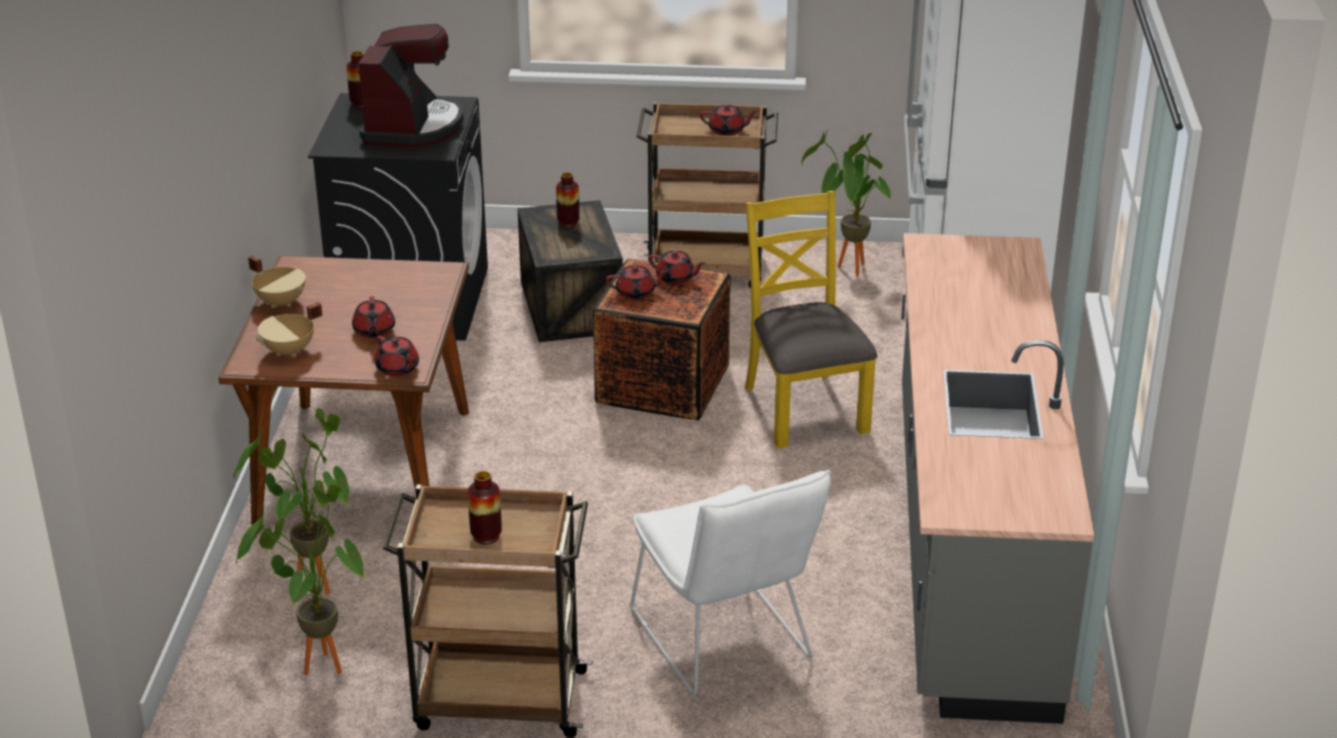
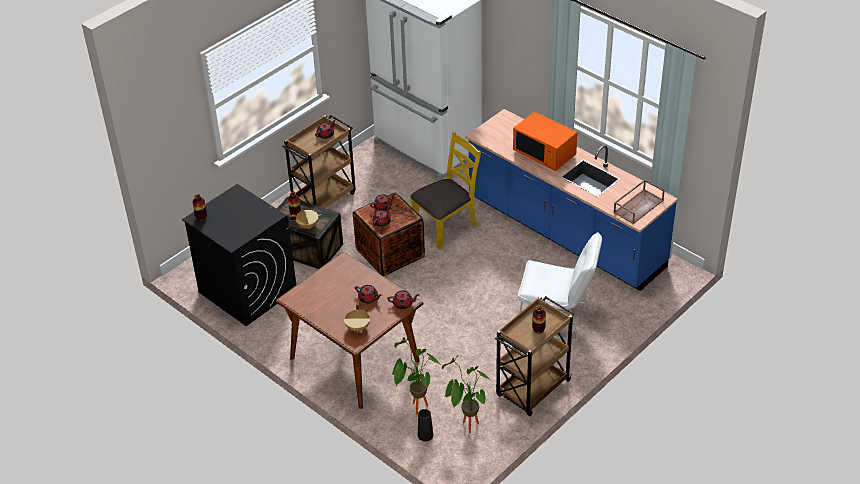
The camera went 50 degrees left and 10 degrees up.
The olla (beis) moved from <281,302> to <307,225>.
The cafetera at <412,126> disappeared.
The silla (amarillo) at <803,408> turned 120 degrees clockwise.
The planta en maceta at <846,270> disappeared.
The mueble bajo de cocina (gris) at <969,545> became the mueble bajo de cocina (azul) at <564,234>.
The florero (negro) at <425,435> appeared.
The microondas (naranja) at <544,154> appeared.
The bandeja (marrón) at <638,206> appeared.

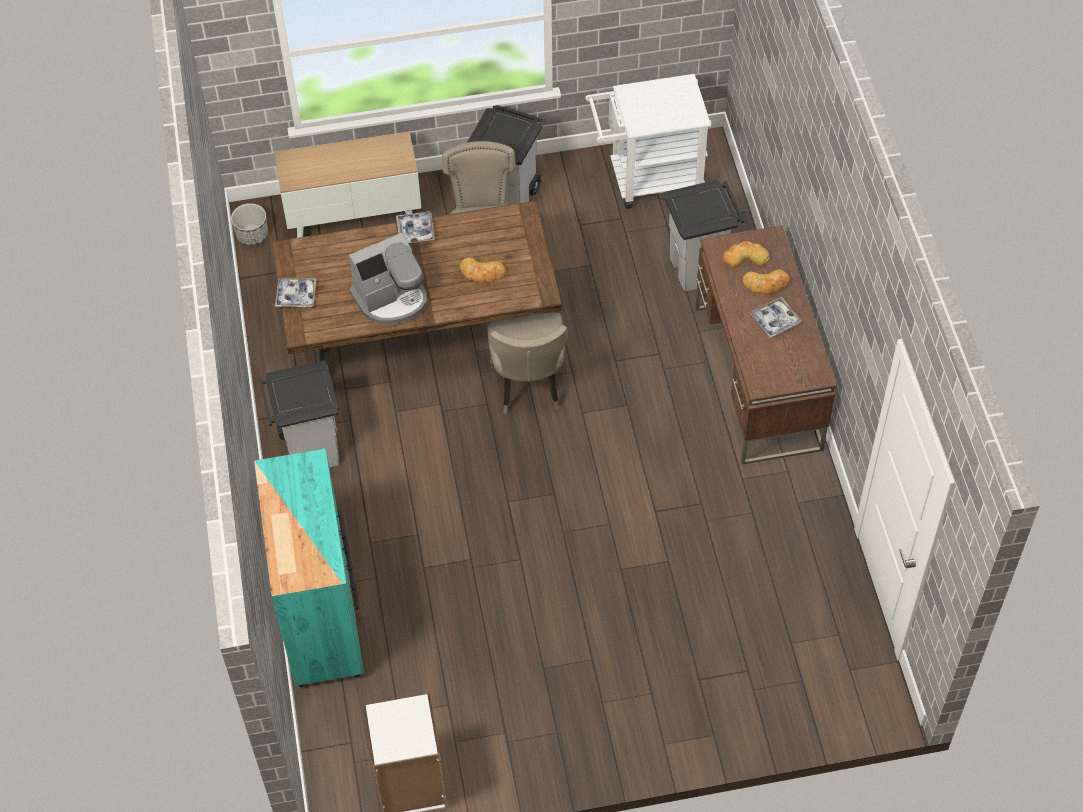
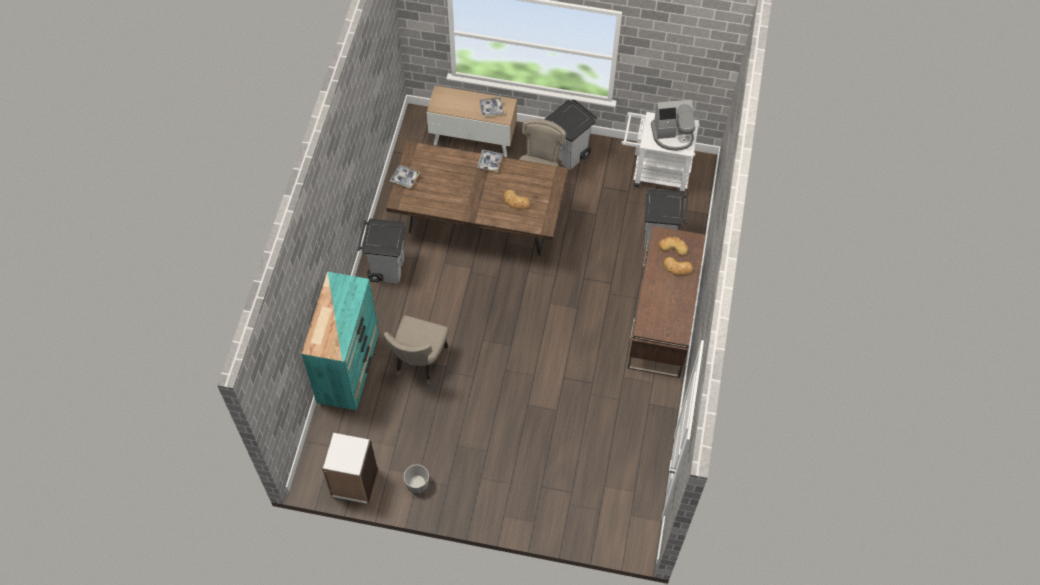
The camera went 20 degrees right and 5 degrees up.
The maceta moved from <252,235> to <417,484>.
The cafetera moved from <391,298> to <673,135>.
The silla (beis) moved from <528,387> to <419,363>.
The bandeja moved from <775,320> to <491,108>.

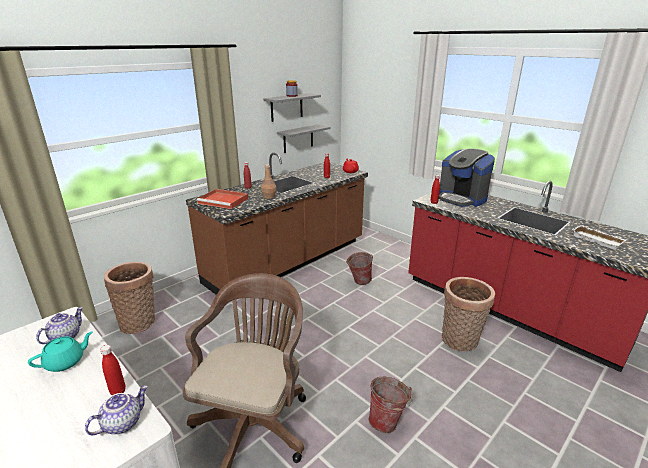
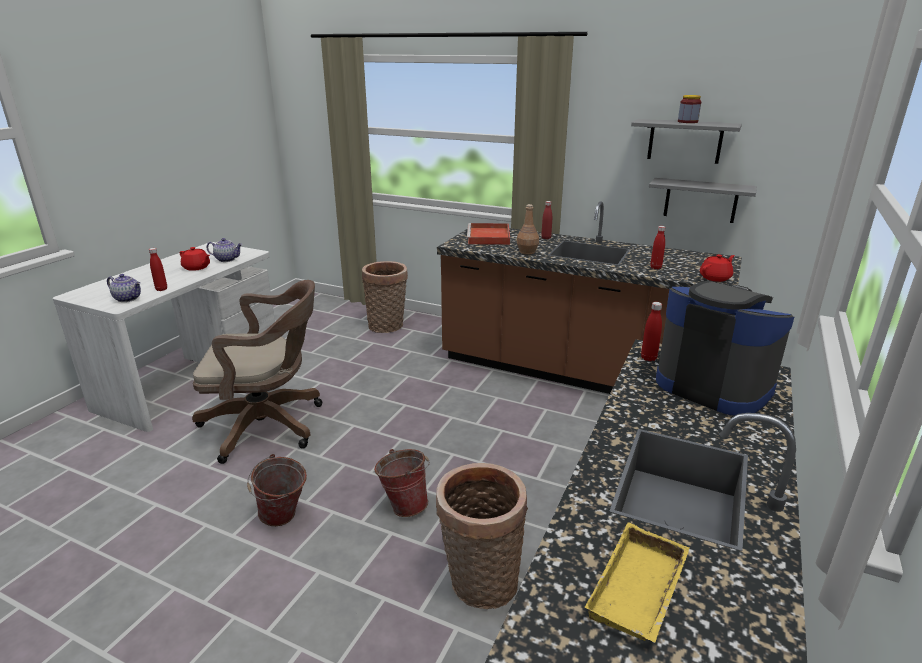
The camera went 70 degrees right and 0 degrees up.
The tetera (turquesa) at <66,362> became the tetera (rojo) at <197,268>.
The cubo moved from <358,282> to <404,504>.
The cafetera at <461,198> turned 105 degrees clockwise.
The bandeja (blanco) at <598,240> became the bandeja (amarillo) at <640,591>.

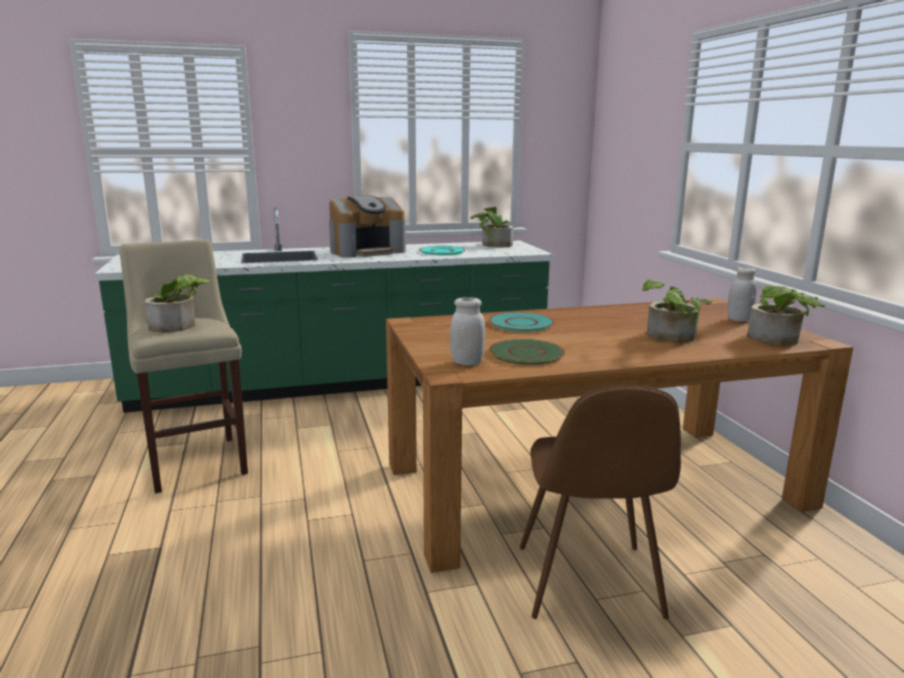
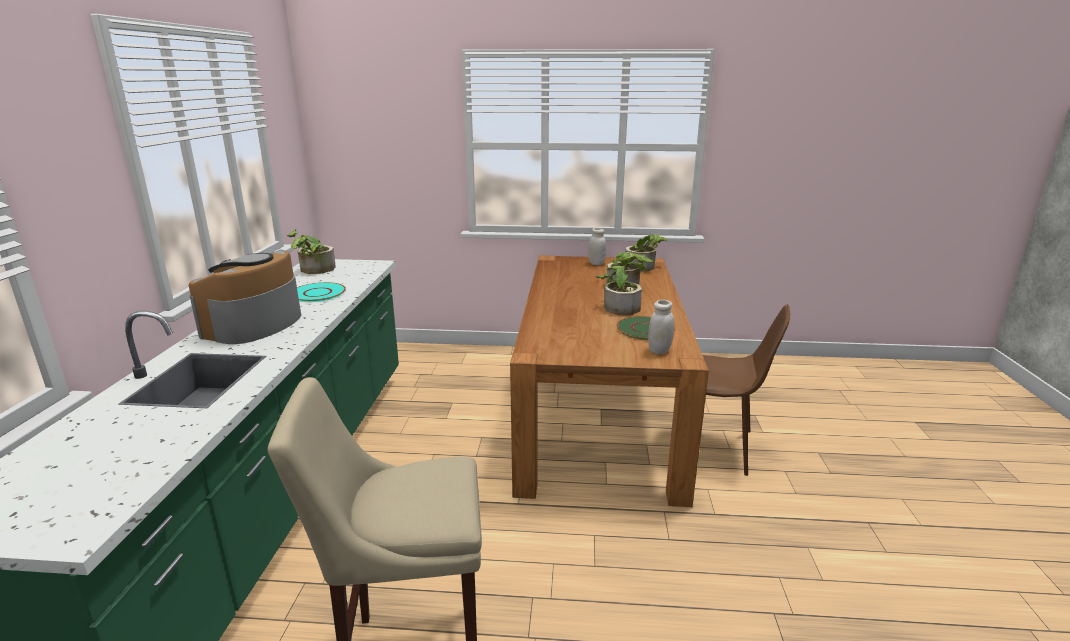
The camera went 70 degrees left and 5 degrees up.
The planta en maceta moved from <179,325> to <620,306>.
The cafetera at <367,251> turned 150 degrees counterclockwise.
The plato (turquesa) at <521,323> disappeared.

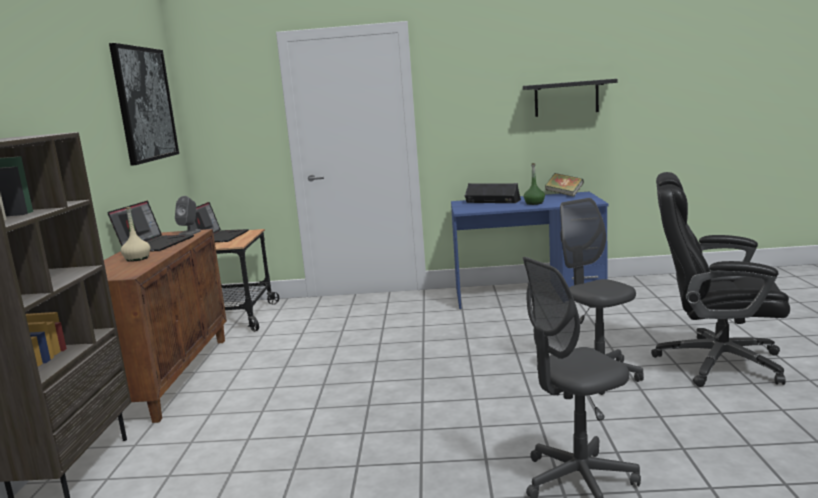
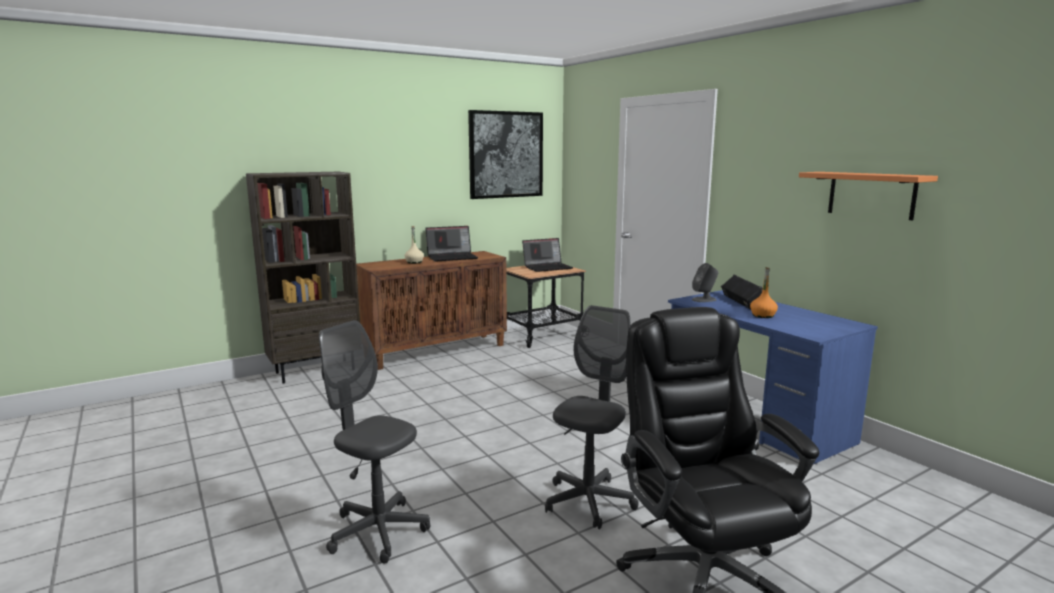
The camera went 55 degrees right and 0 degrees up.
The altavoz (gris) moved from <190,233> to <704,299>.
The estante (negro) at <566,98> became the estante (naranja) at <871,195>.
The botella (verde) at <534,203> became the botella (naranja) at <763,315>.
The libro at <564,194> disappeared.

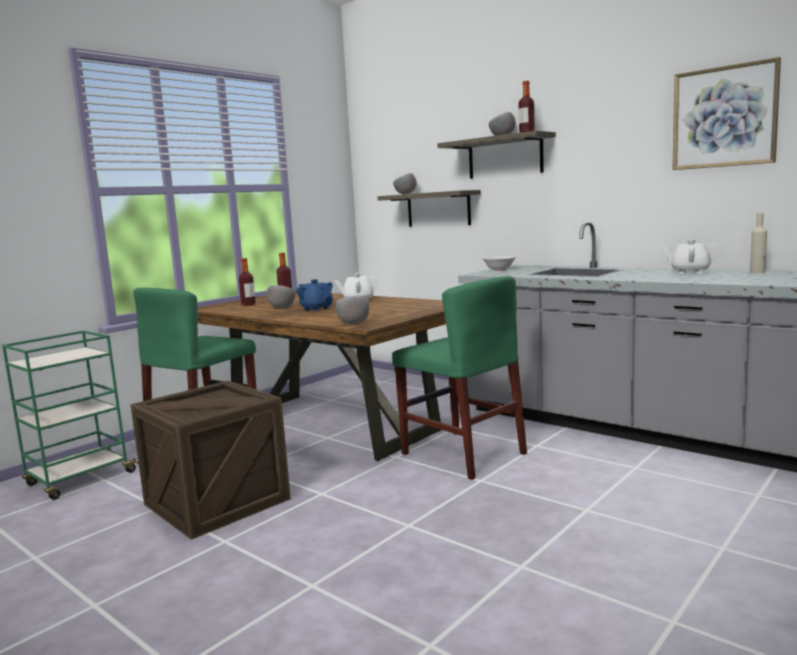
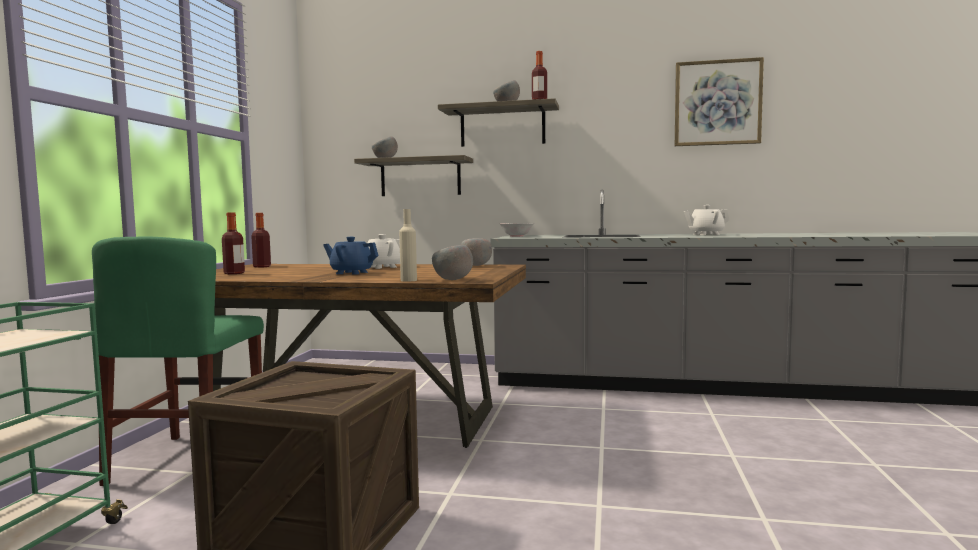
The camera went 30 degrees left and 5 degrees down.
The cuenco (gris) moved from <281,308> to <476,265>.
The silla (verde) at <463,454> disappeared.
The botella (beis) moved from <757,272> to <408,280>.

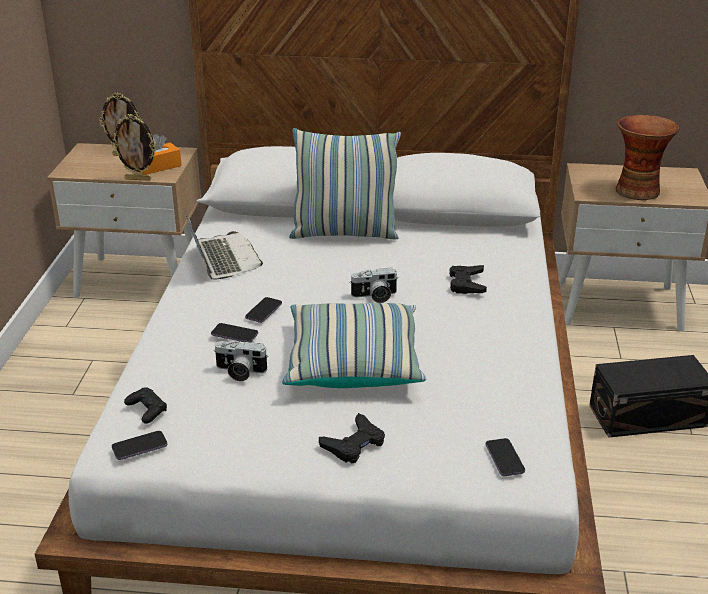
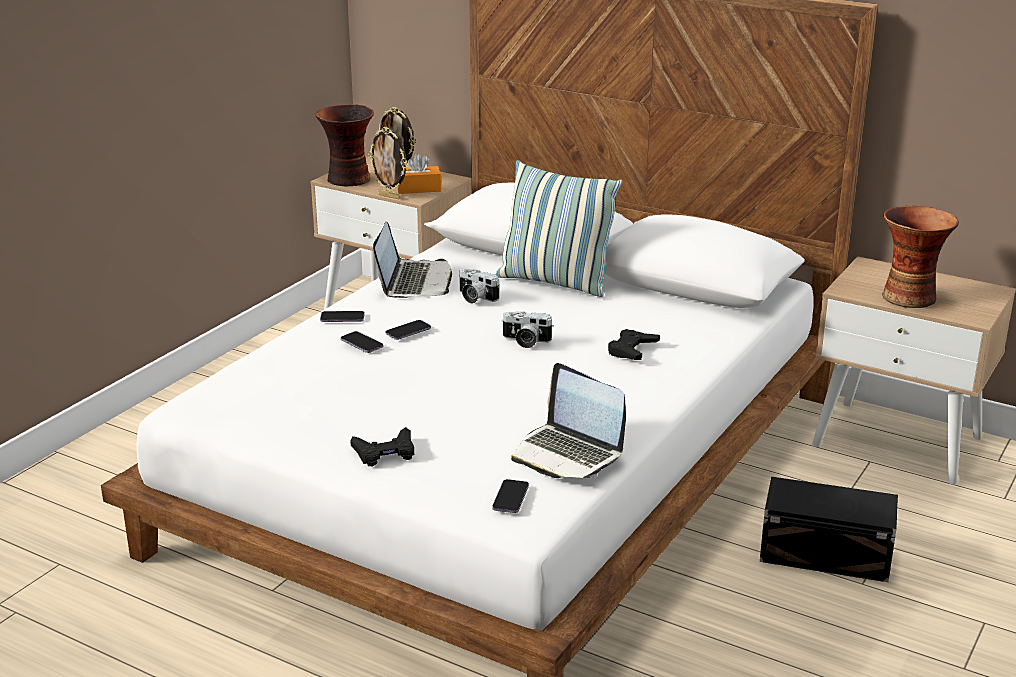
The camera went 25 degrees right and 5 degrees down.
The móvil moved from <139,447> to <342,318>.
The mando de consola (negro) at <147,409> disappeared.
The cámara moved from <239,372> to <475,297>.
The cojín at <353,363> disappeared.
The florero at <348,180> appeared.
The portátil at <567,454> appeared.

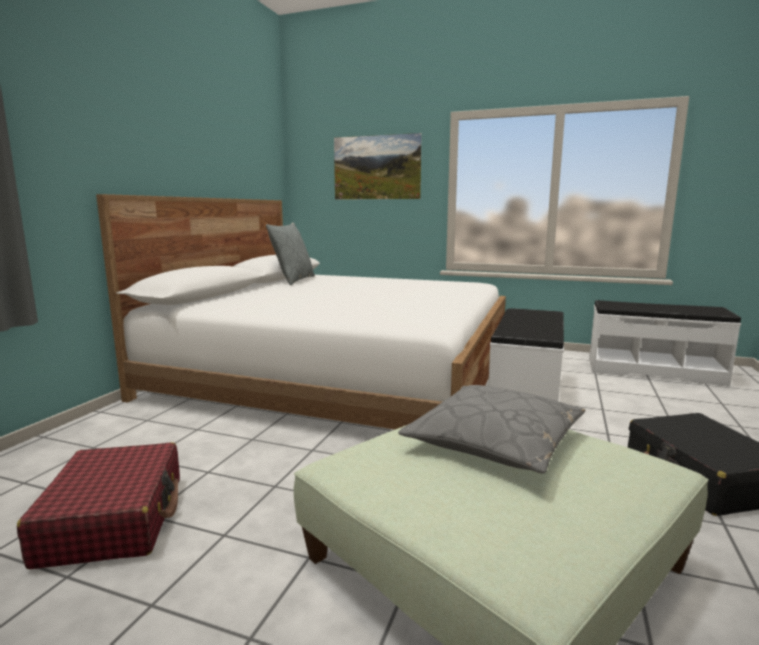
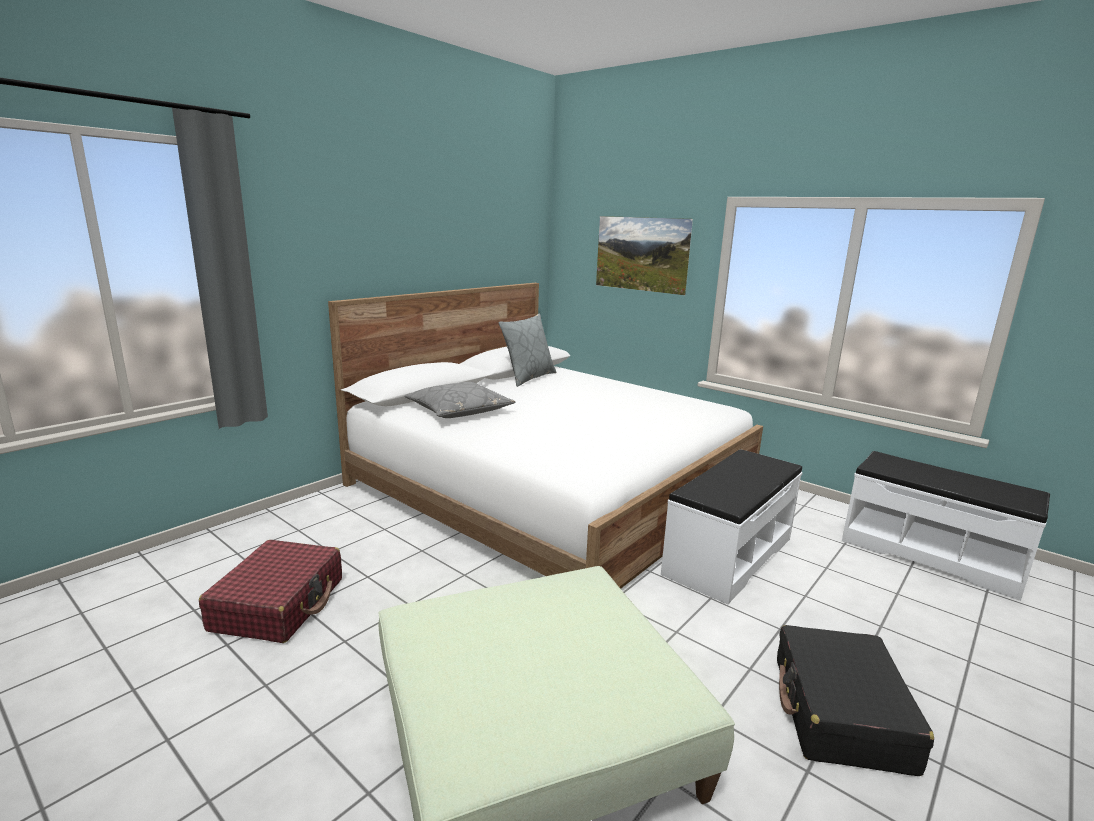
The camera went 20 degrees right and 5 degrees up.
The cojín (gris) moved from <494,442> to <459,411>.

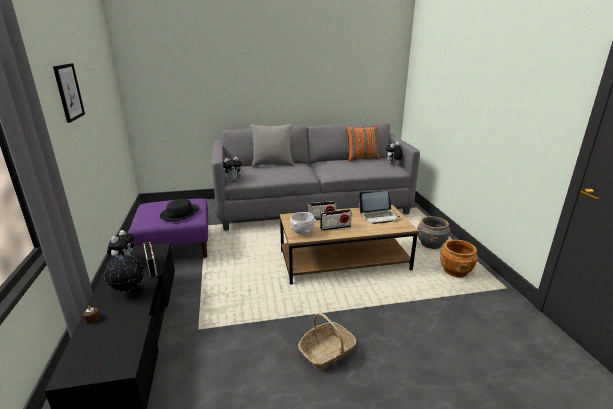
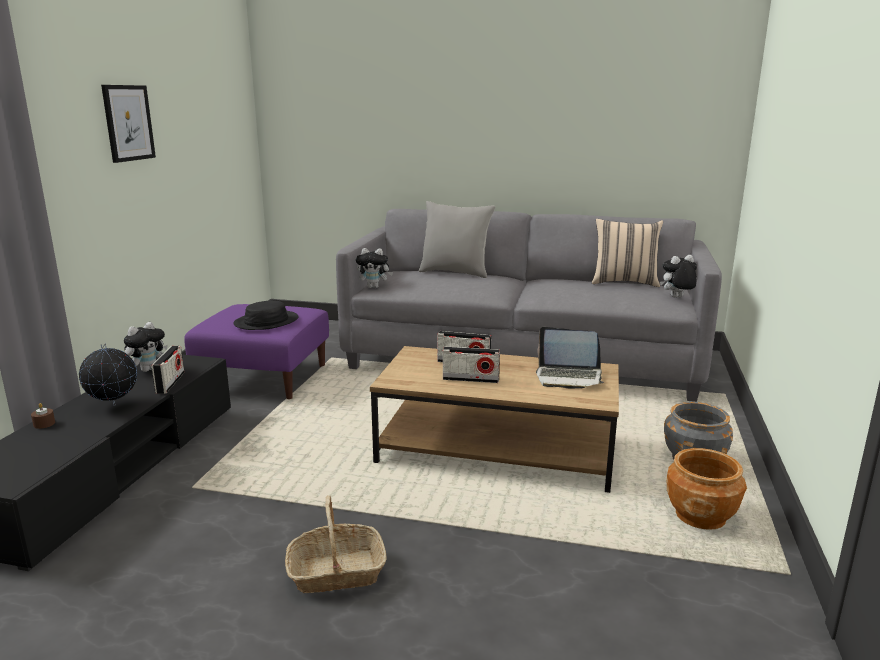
The camera went 25 degrees right and 5 degrees down.
The cuenco (blanco) at <302,232> disappeared.
The cojín (naranja) at <361,158> became the cojín (beis) at <624,282>.

